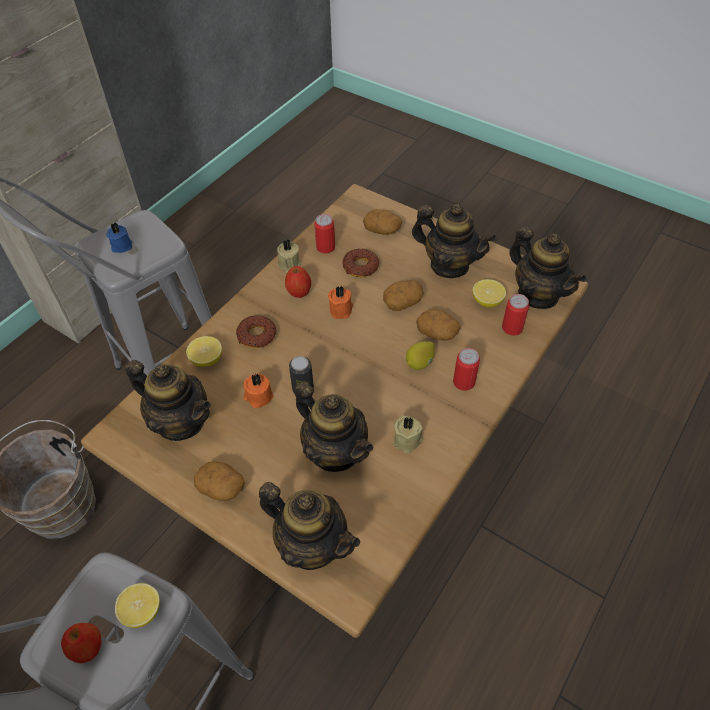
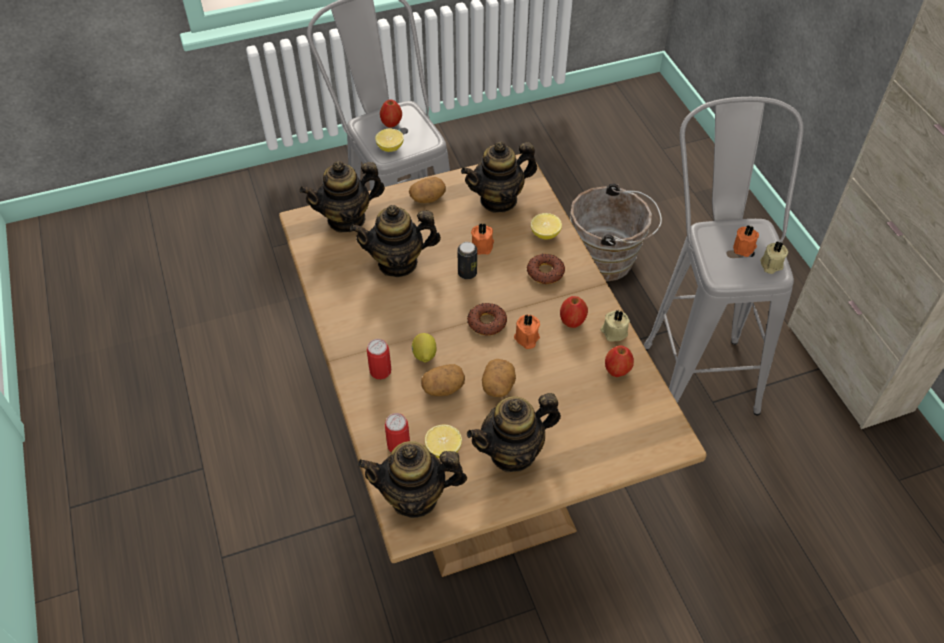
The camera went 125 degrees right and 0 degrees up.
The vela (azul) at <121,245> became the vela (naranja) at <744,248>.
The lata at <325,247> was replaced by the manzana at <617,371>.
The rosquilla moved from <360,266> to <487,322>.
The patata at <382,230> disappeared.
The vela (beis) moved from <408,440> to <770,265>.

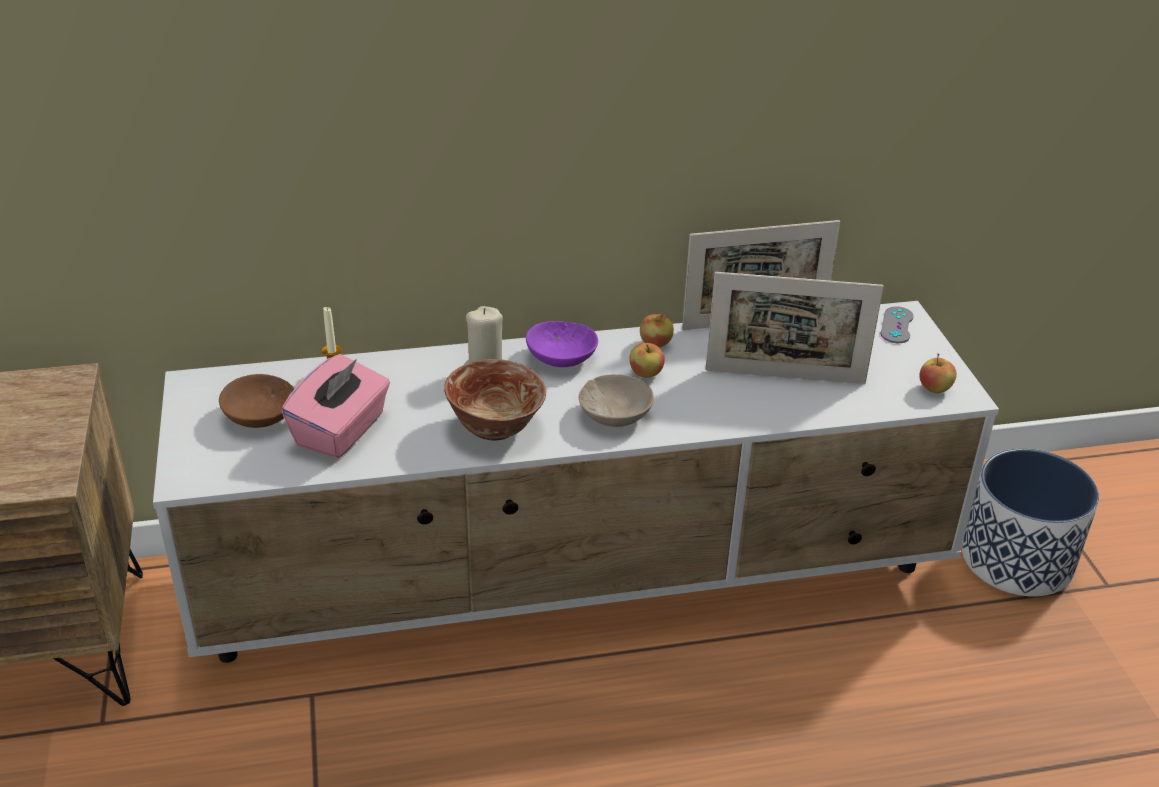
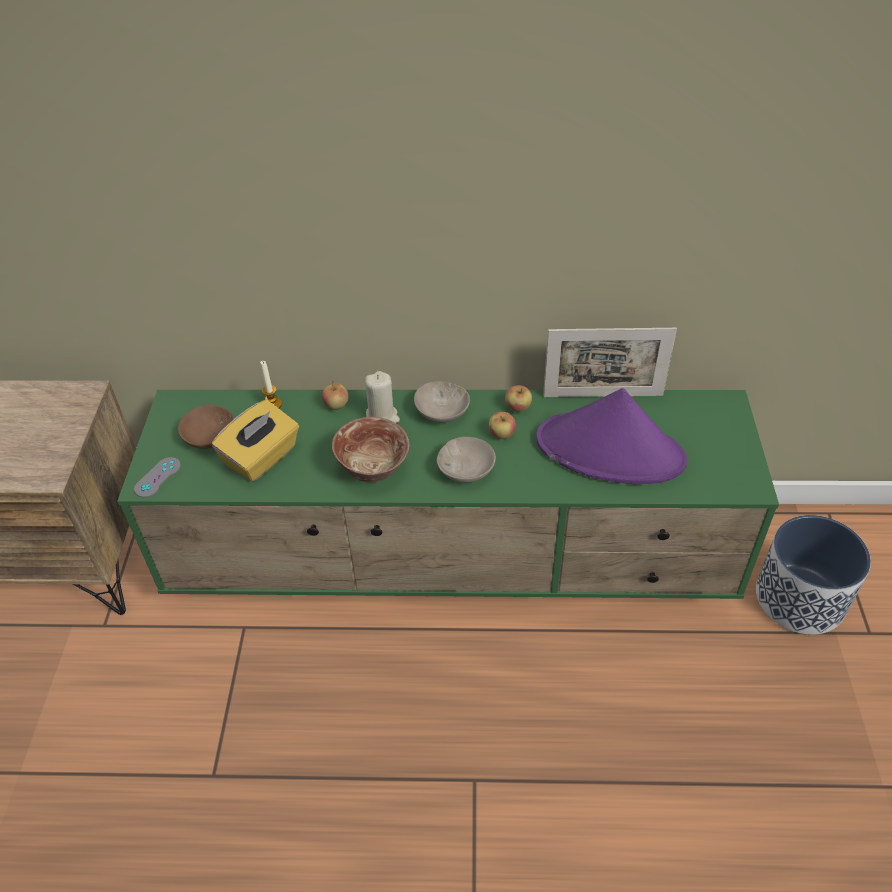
The camera went 15 degrees right and 10 degrees up.
The mueble de televisión (blanco) at <579,581> became the mueble de televisión (verde) at <453,565>.
The caja de pañuelos (rosa) at <341,431> became the caja de pañuelos (amarillo) at <262,458>.
The cuenco (morado) at <560,359> became the cuenco (beis) at <440,412>.
The portarretratos at <785,376> was replaced by the sombrero (morado) at <610,450>.
The mando de consola (gris) moved from <897,325> to <158,477>.
The manzana moved from <934,389> to <336,405>.

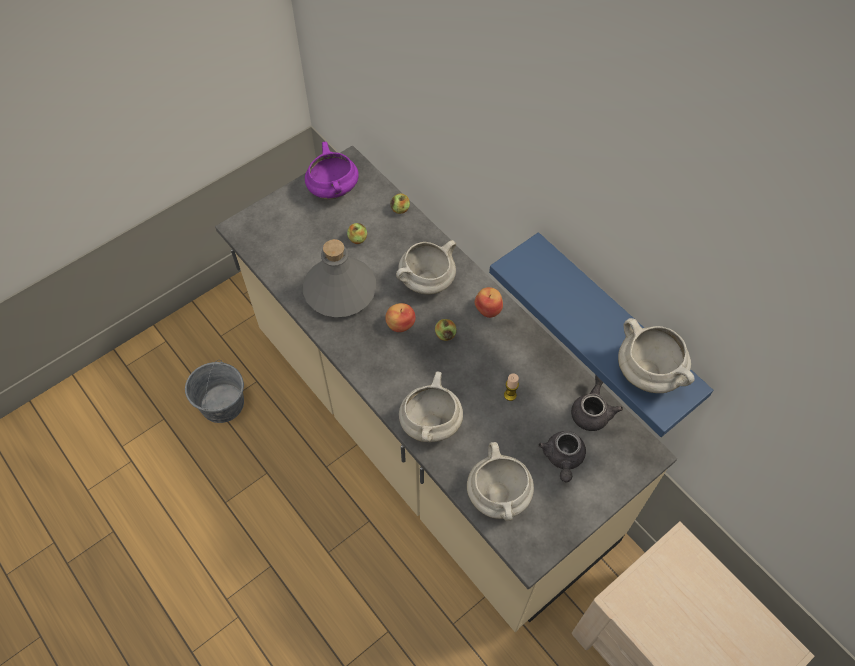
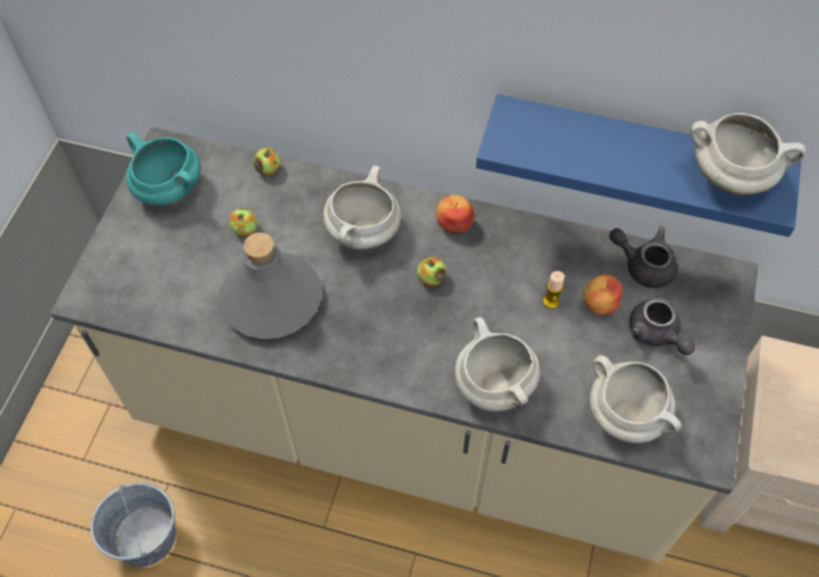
The camera went 35 degrees left and 0 degrees up.
The olla (morado) at <332,189> became the olla (turquesa) at <168,189>.
The manzana moved from <400,324> to <599,303>.
The tetera (gris) at <592,409> turned 45 degrees counterclockwise.

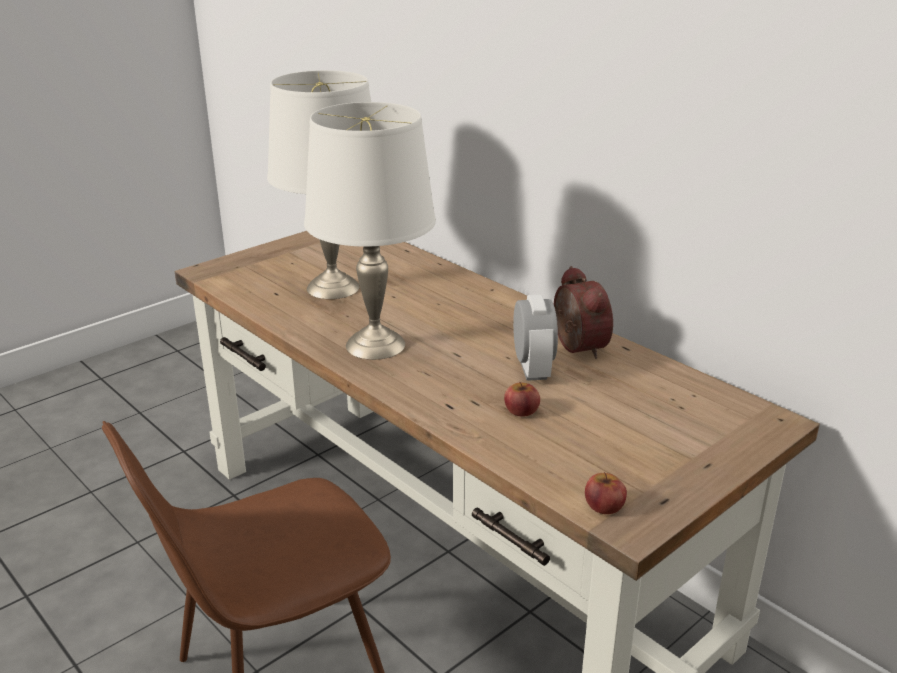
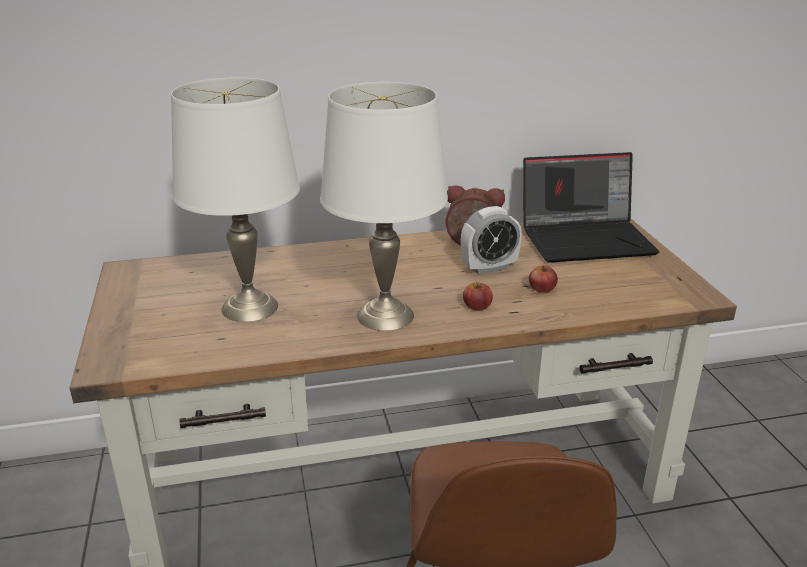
The camera went 60 degrees left and 0 degrees up.
The despertador at <532,369> turned 135 degrees clockwise.
The manzana moved from <604,505> to <477,305>.
The portátil at <587,239> appeared.

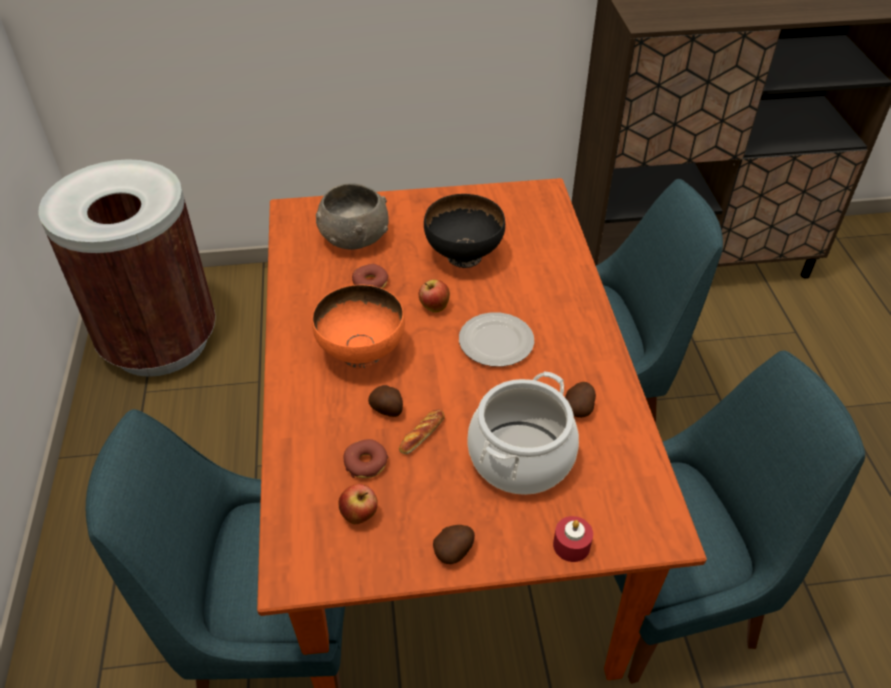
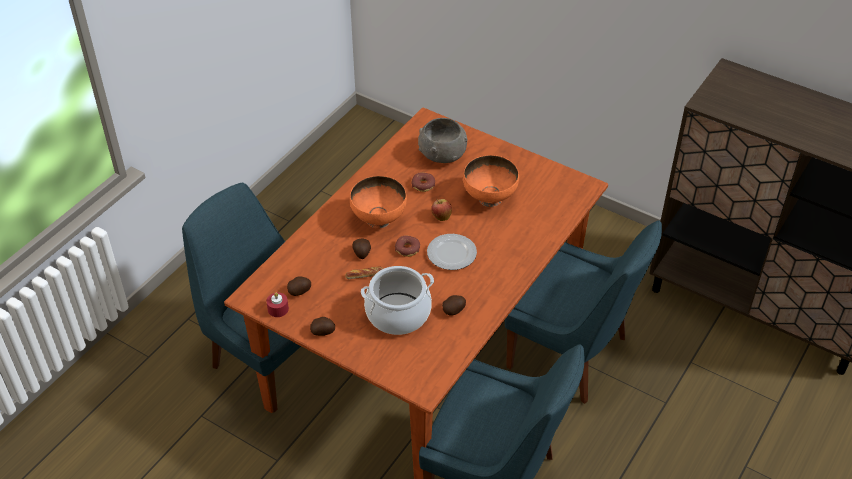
The camera went 40 degrees right and 0 degrees up.
The papelera (marrón) at <160,341> disappeared.
The manzana at <359,515> was replaced by the patata at <300,291>.
The rosquilla moved from <366,463> to <407,249>.
The cuenco (negro) at <463,256> became the cuenco (naranja) at <490,198>.
The vela (rojo) moved from <571,545> to <278,309>.

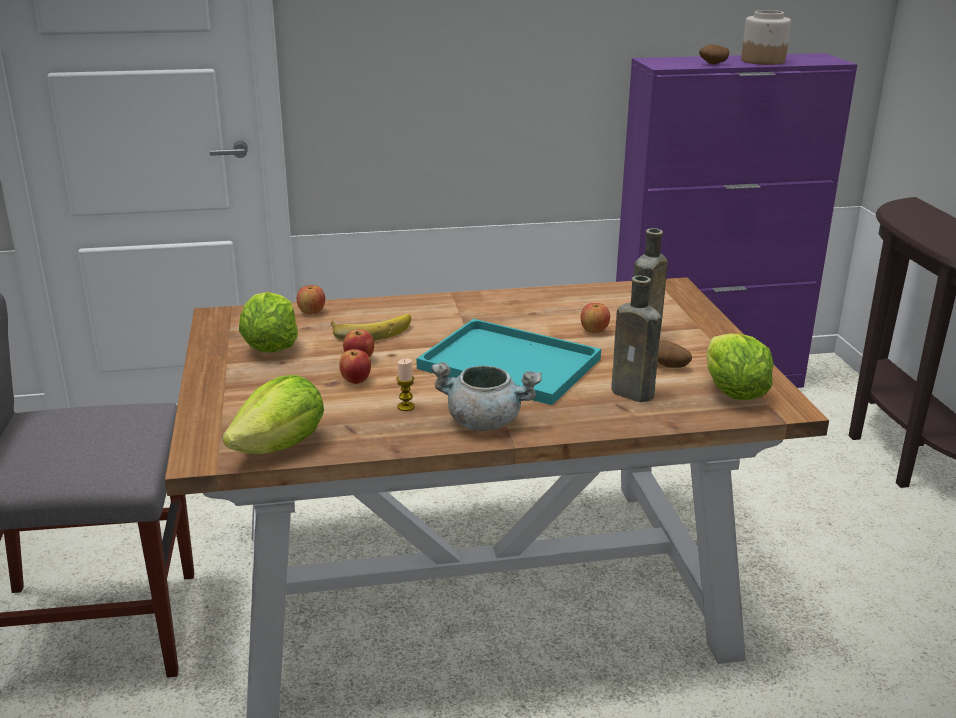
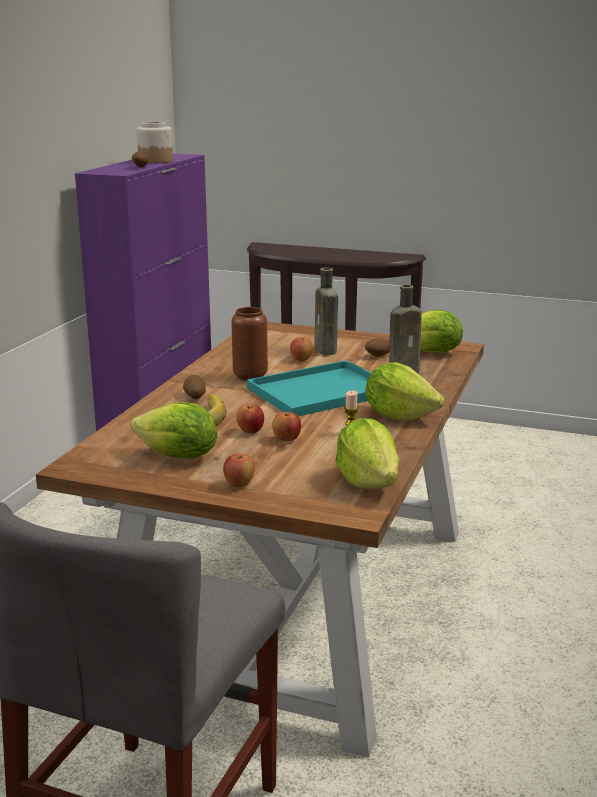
The camera went 60 degrees left and 5 degrees down.
The manzana moved from <311,312> to <239,484>.
The olla (gris) at <485,422> was replaced by the lechuga at <399,415>.
The patata at <194,397> appeared.
The florero (marrón) at <250,376> appeared.

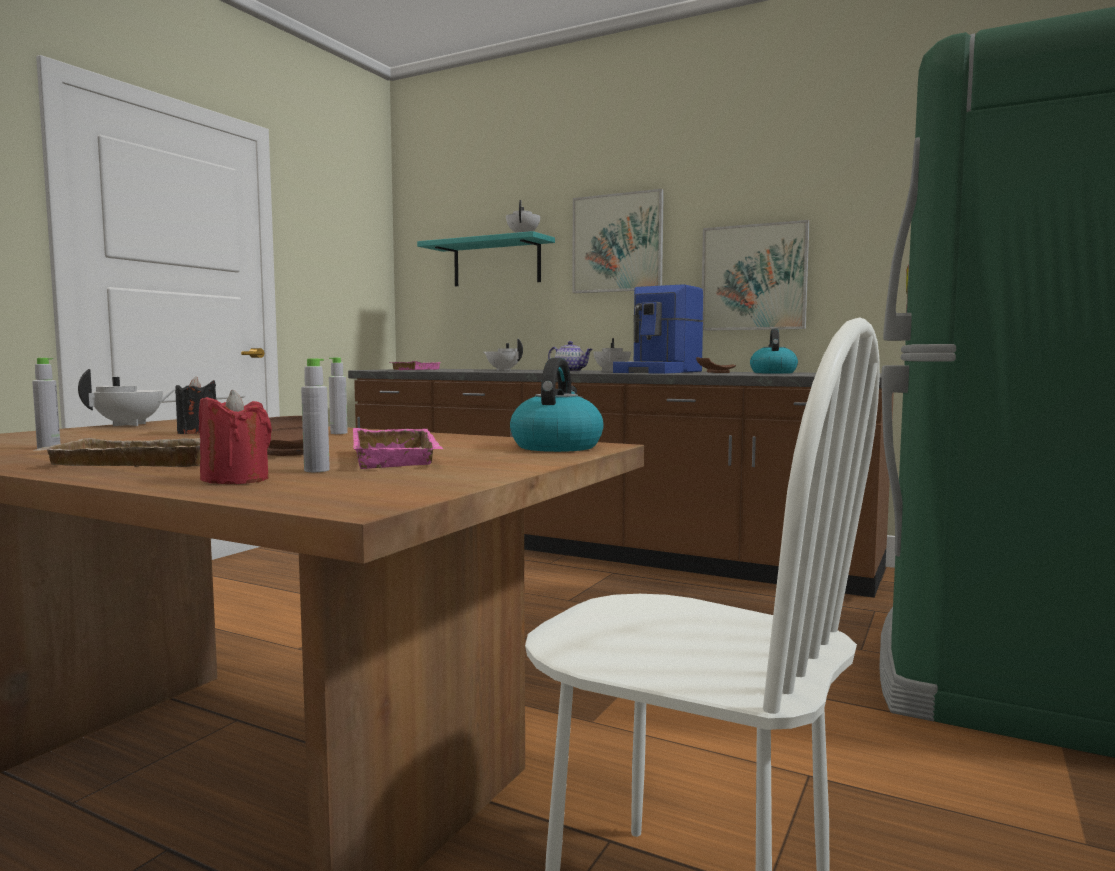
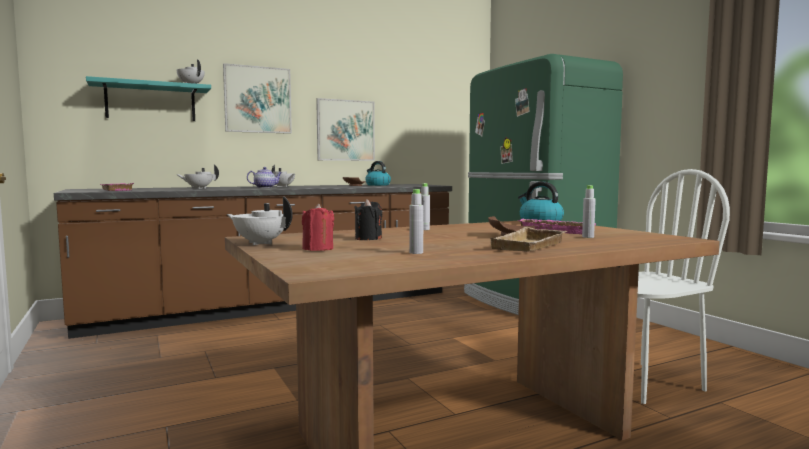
The camera went 55 degrees left and 0 degrees up.
The tetera (blanco) at <130,424> turned 45 degrees counterclockwise.
The vela (rojo) moved from <236,480> to <318,249>.
The cafetera at <660,372> disappeared.

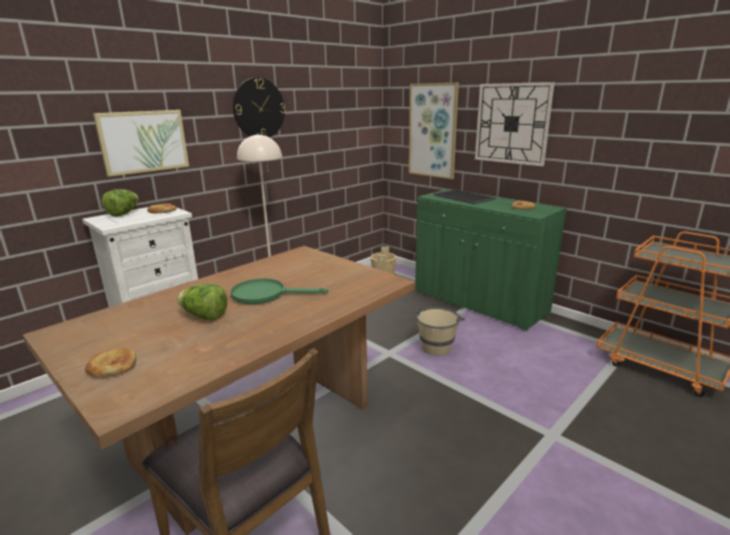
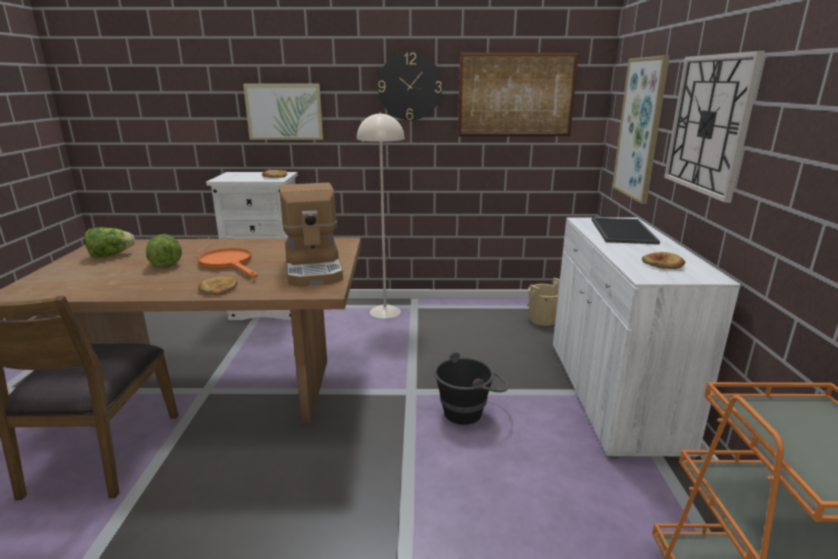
The camera went 45 degrees right and 0 degrees up.
The pan moved from <112,366> to <218,288>.
The lechuga moved from <124,213> to <111,255>.
The sartén (verde) at <266,294> became the sartén (naranja) at <229,264>.
The armario (verde) at <478,302> became the armario (blanco) at <611,394>.
The cubo (beis) at <437,345> became the cubo (negro) at <470,411>.
The cafetera at <314,268> appeared.
The cuadro at <516,95> appeared.

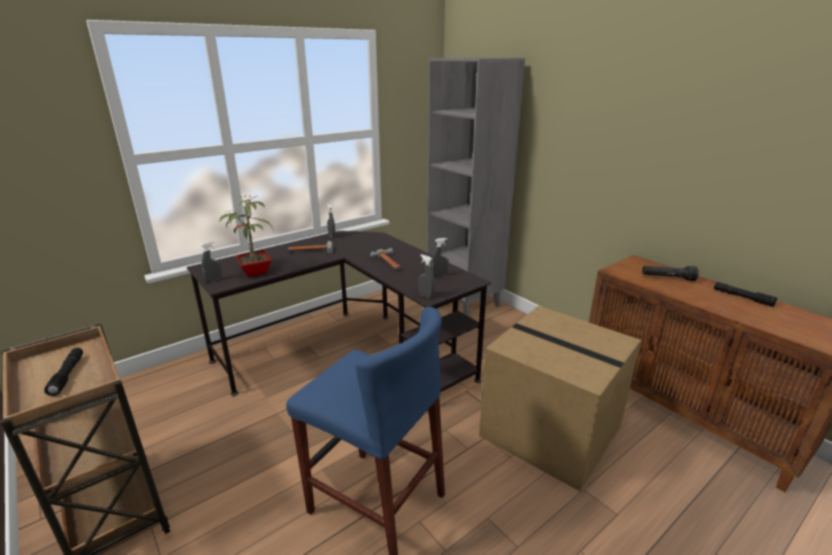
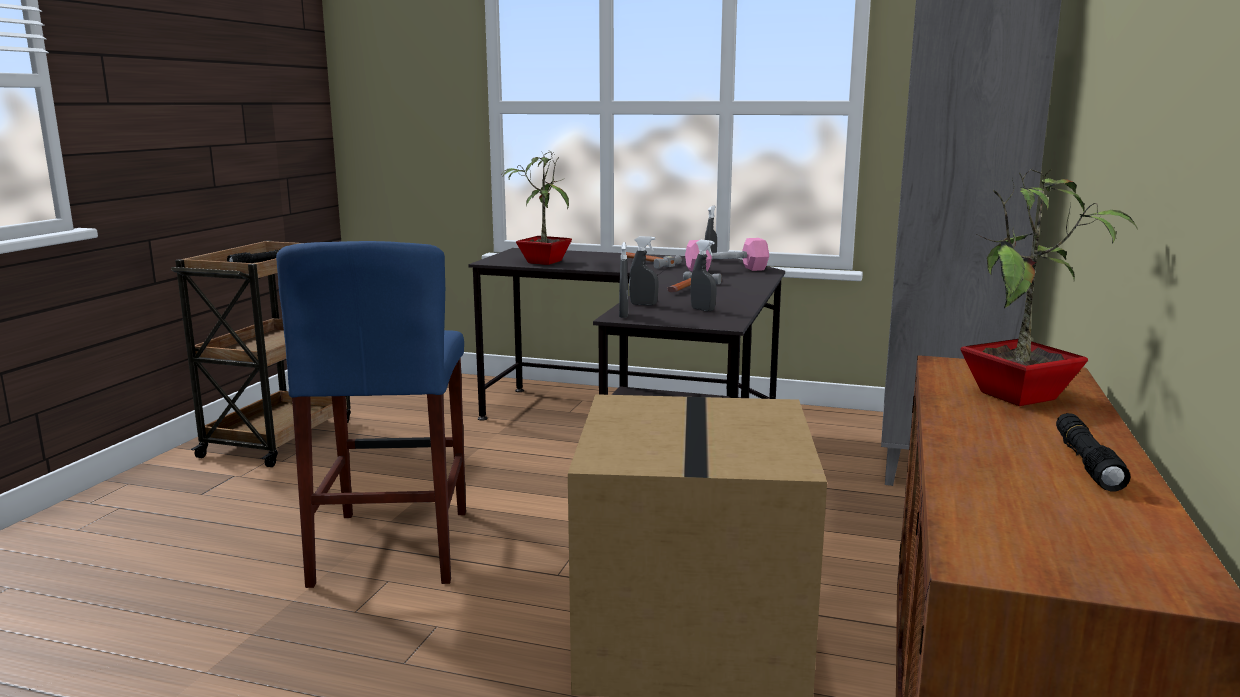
The camera went 55 degrees right and 10 degrees down.
The pulverizador (gris) moved from <214,280> to <643,304>.
The linterna (negro) at <667,278> was replaced by the planta en maceta at <1021,398>.
The mancuerna (rosa) at <726,270> appeared.

